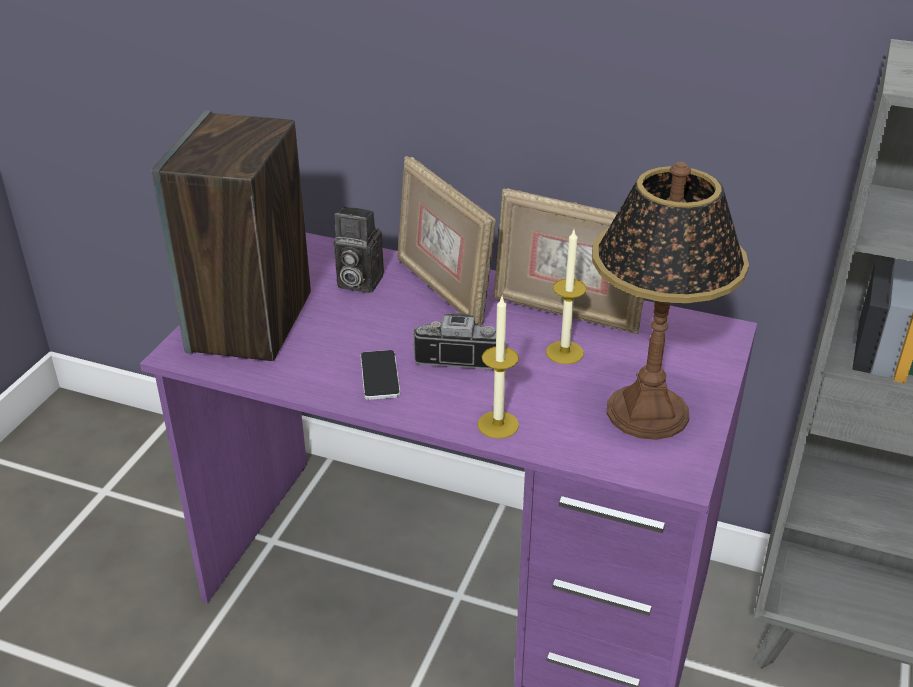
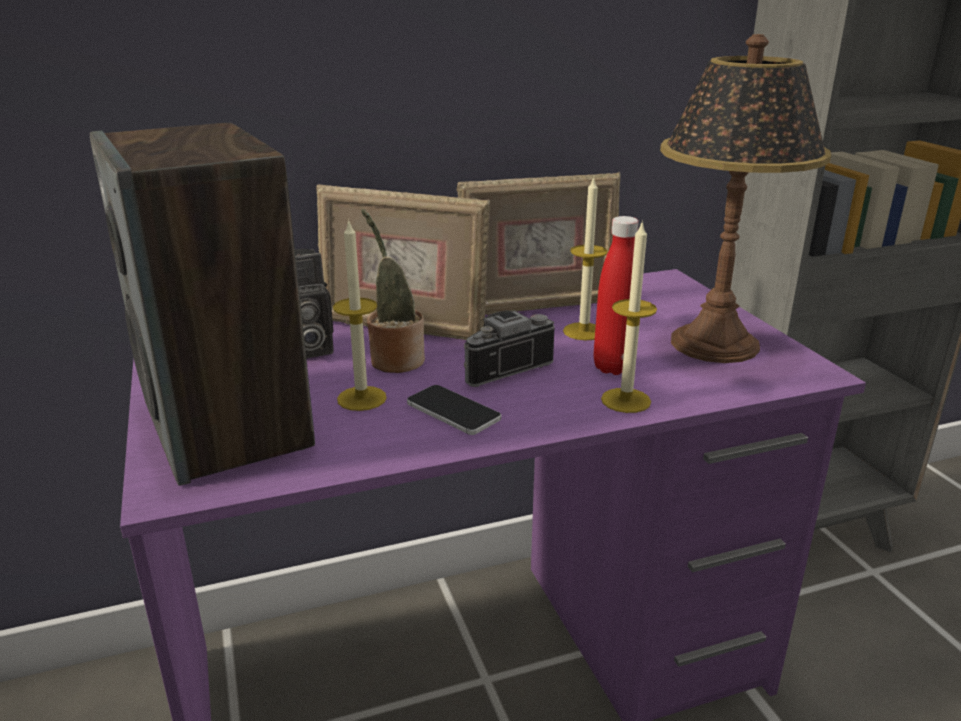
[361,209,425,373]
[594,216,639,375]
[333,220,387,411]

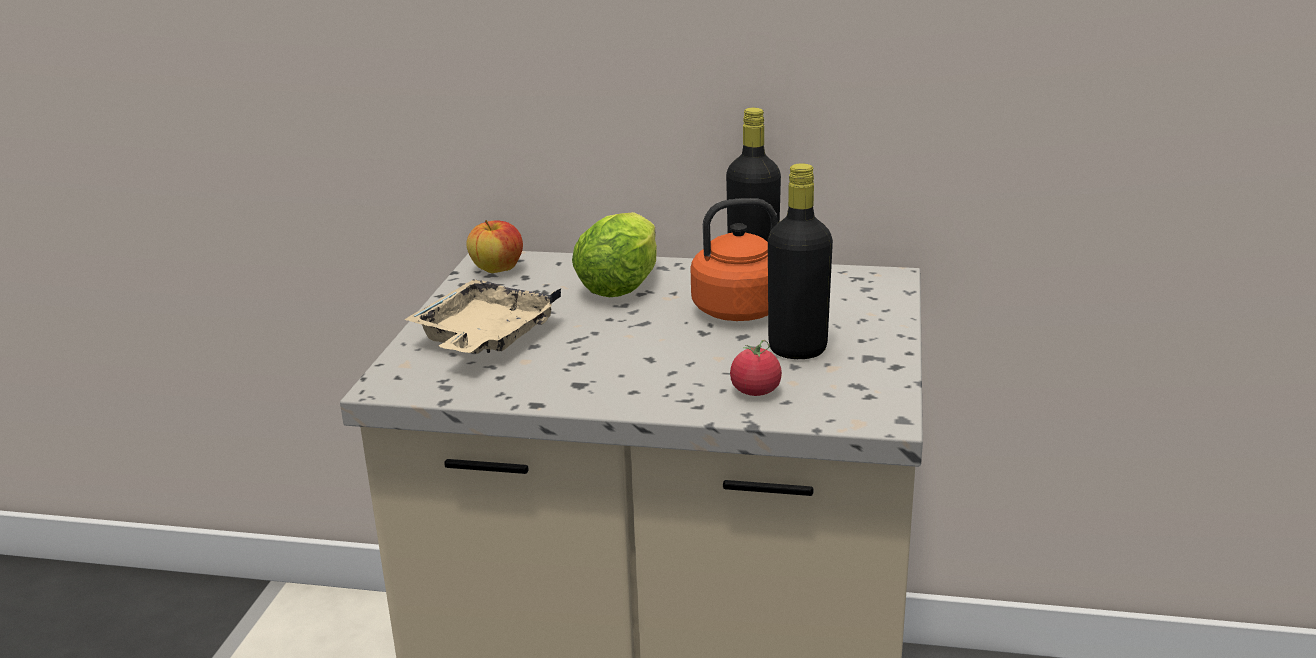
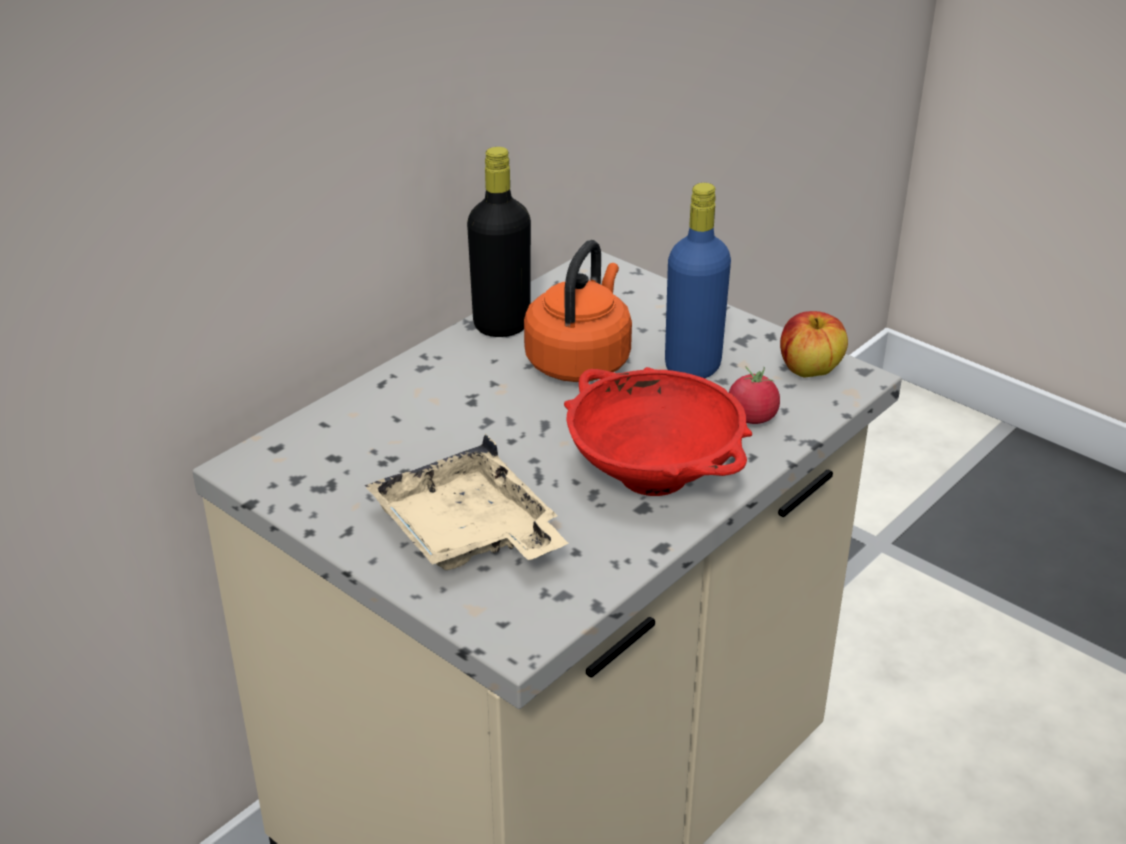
[665,183,731,378]
[572,212,657,297] (first image)
[780,311,848,377]
[564,367,752,496]

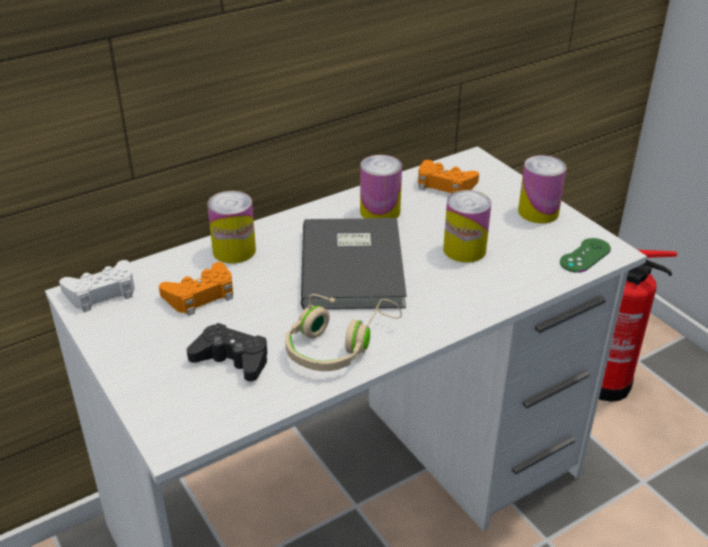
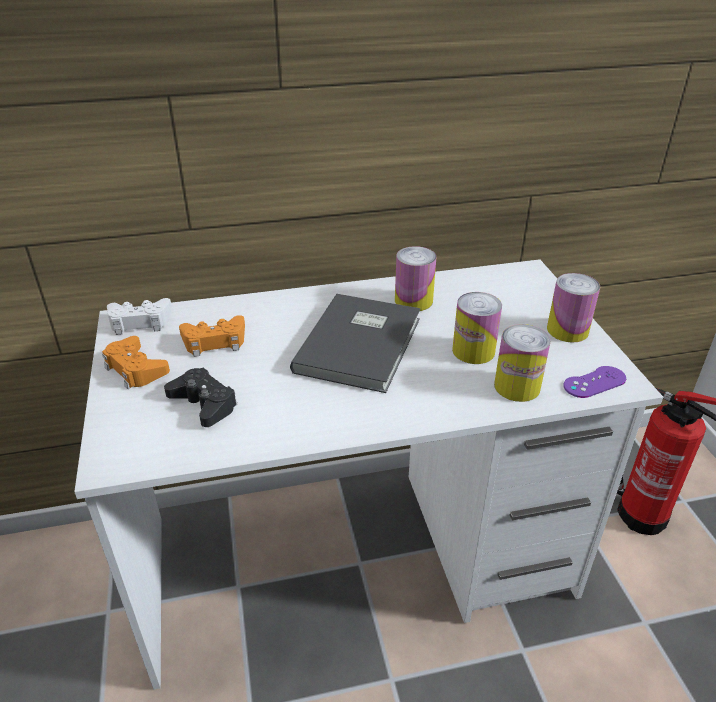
[102,336,170,389]
[494,324,551,402]
[563,366,626,398]
[285,294,402,371] (first image)

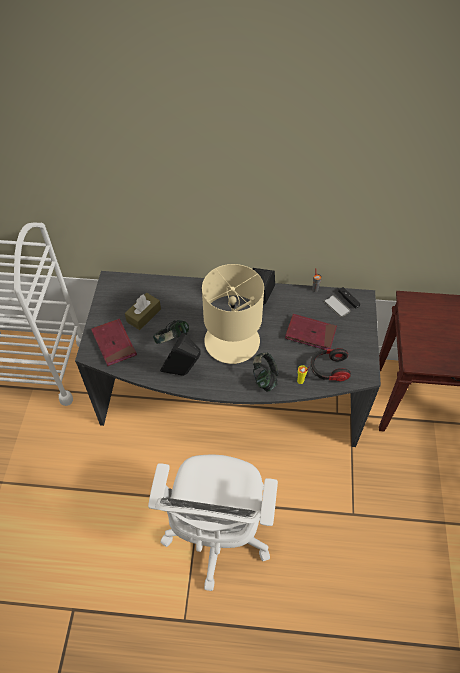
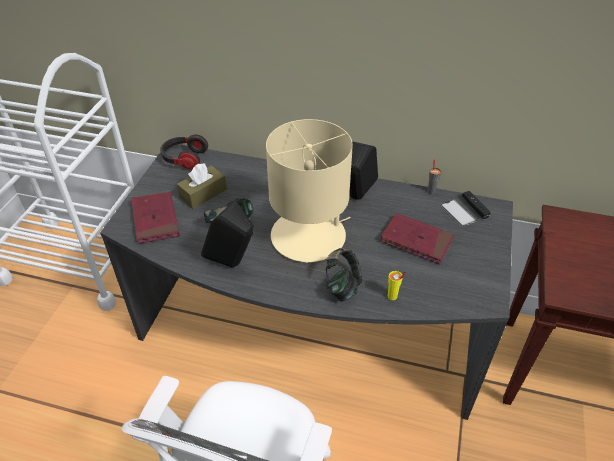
[160,135,208,169]

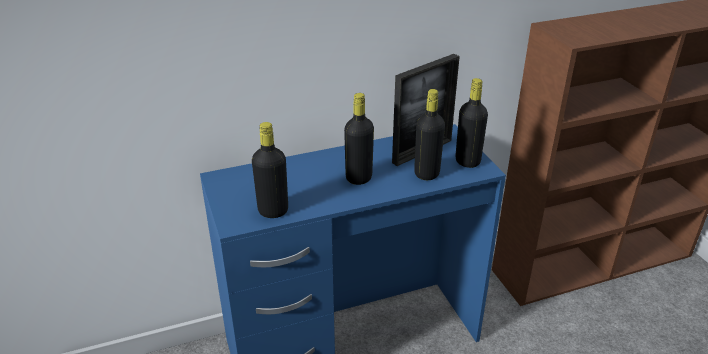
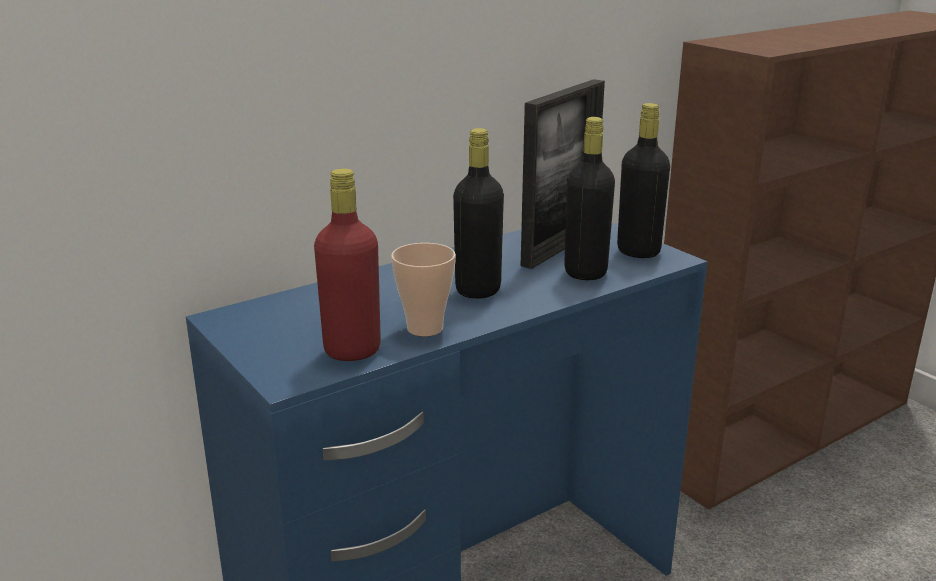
[314,169,381,361]
[391,243,456,337]

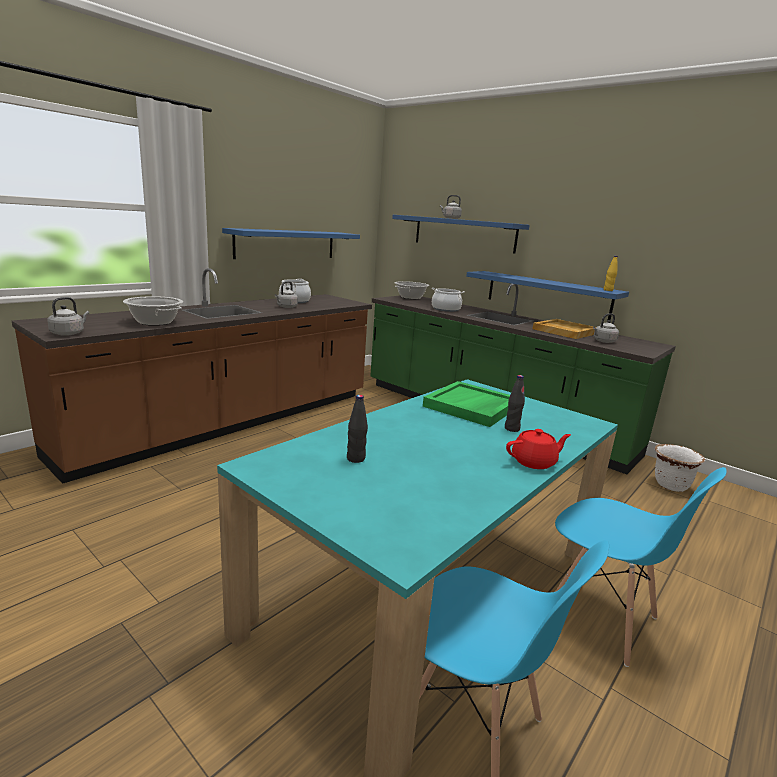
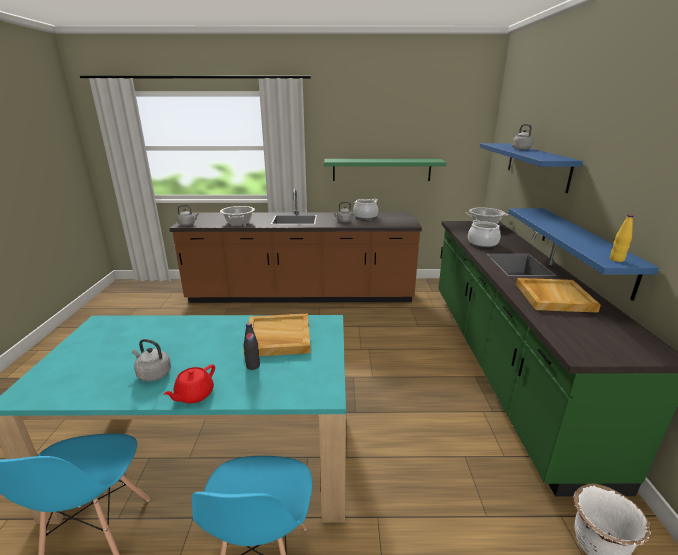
[324,159,447,181]
[132,339,171,381]
[243,313,311,357]
[347,395,368,463] (first image)
[163,364,215,403]

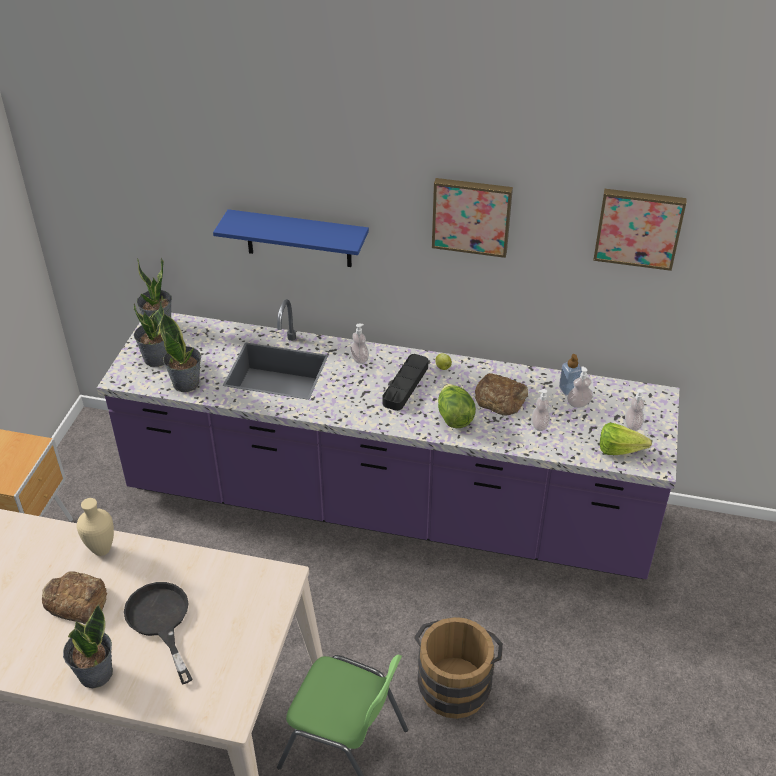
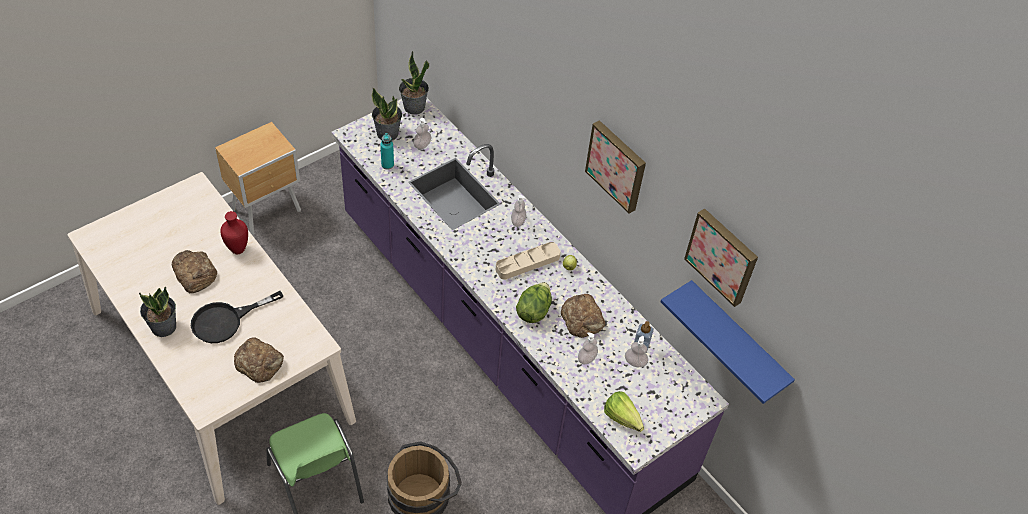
[661,280,795,404]
[380,133,394,170]
[496,242,561,280]
[413,118,431,149]
[220,211,248,254]
[191,291,283,343]
[234,337,284,383]

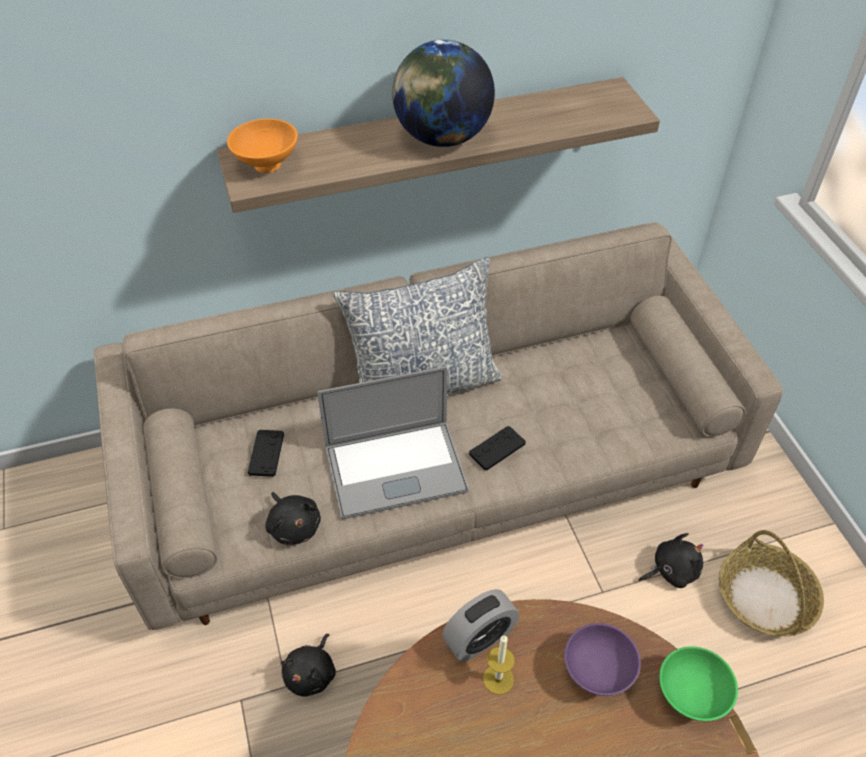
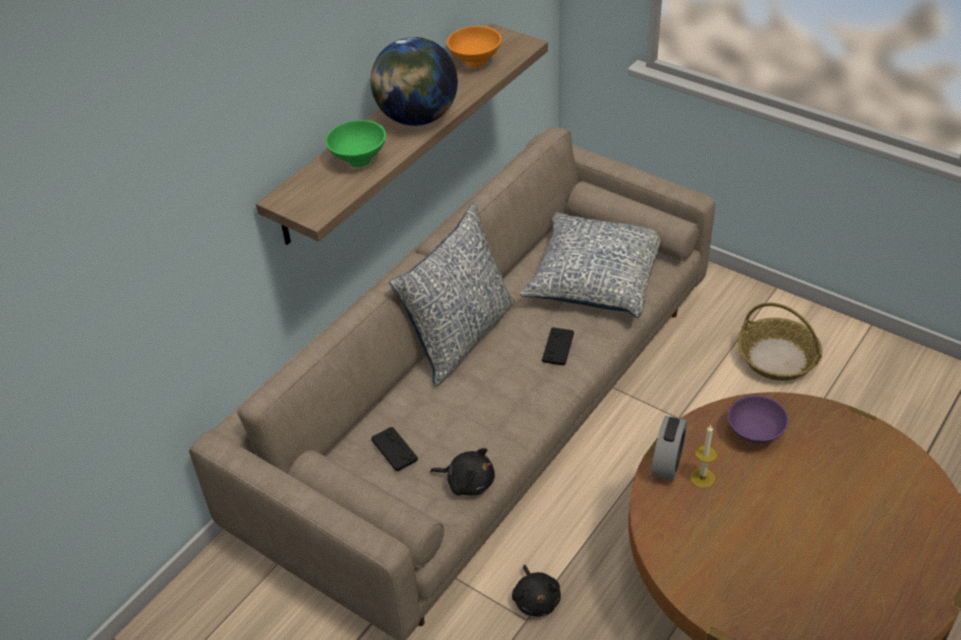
[447,26,502,68]
[317,366,469,520] (first image)
[638,533,704,588] (first image)
[325,120,386,167]
[520,212,661,318]

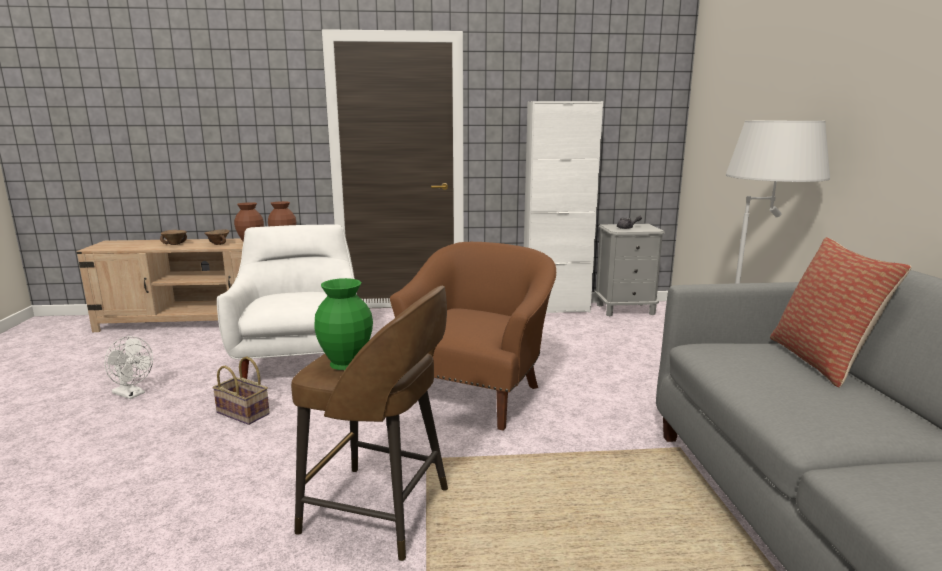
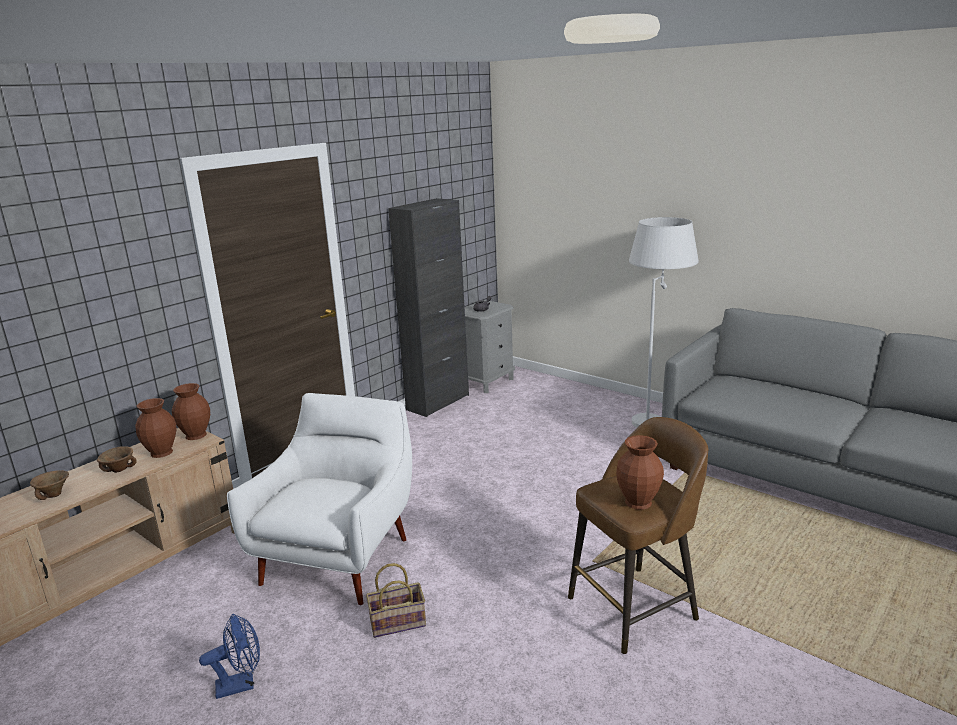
[388,198,469,417]
[227,393,412,605]
[770,237,912,388] (first image)
[390,242,556,431] (first image)
[616,435,664,510]
[199,614,260,699]

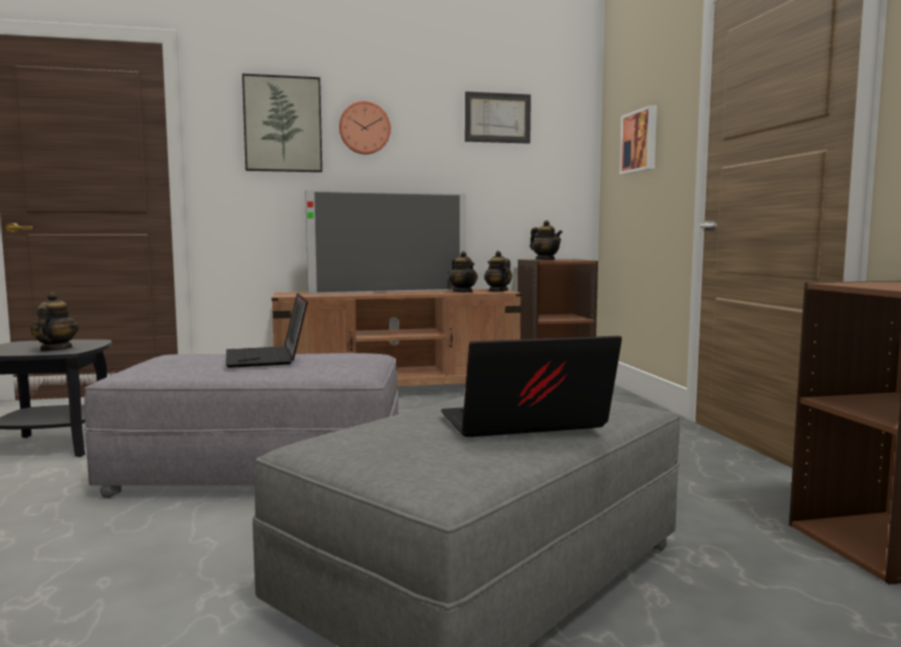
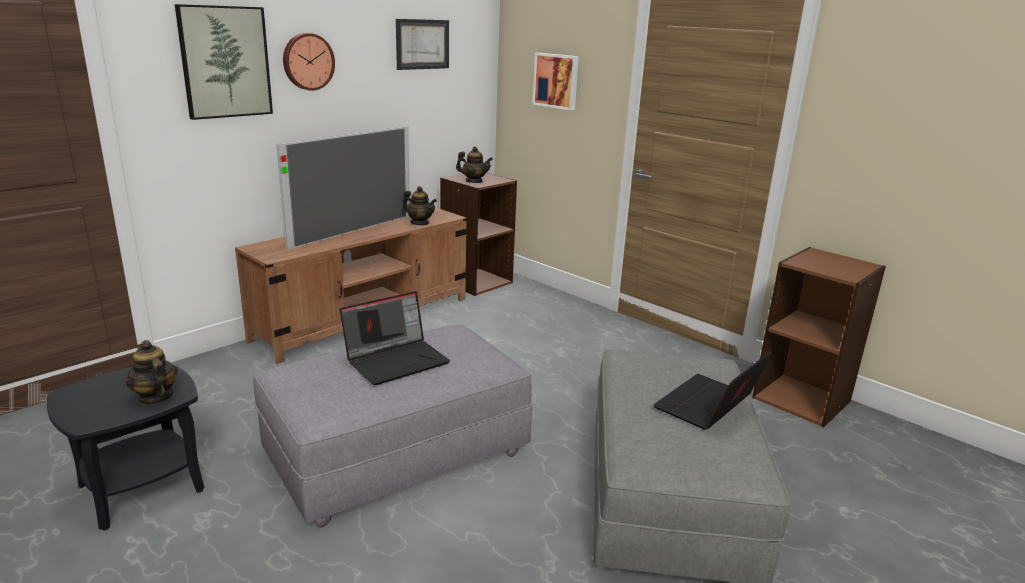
[484,251,512,292] (first image)
[340,291,450,385]

